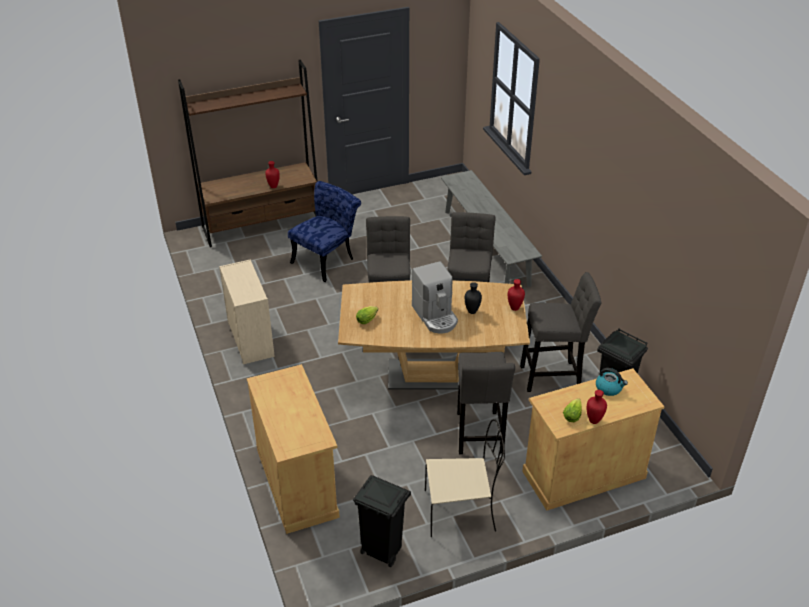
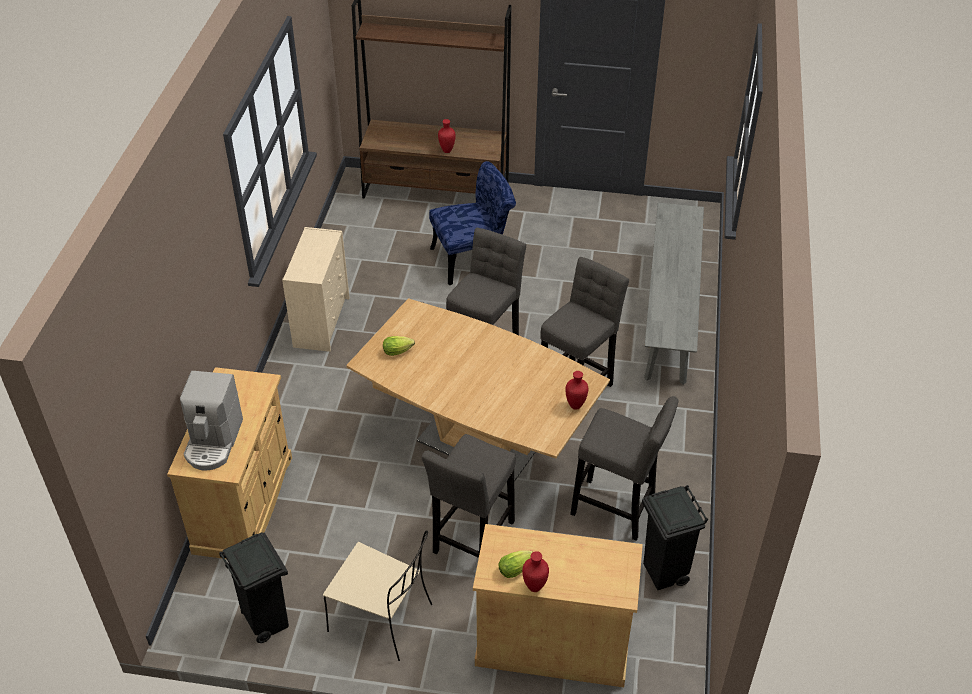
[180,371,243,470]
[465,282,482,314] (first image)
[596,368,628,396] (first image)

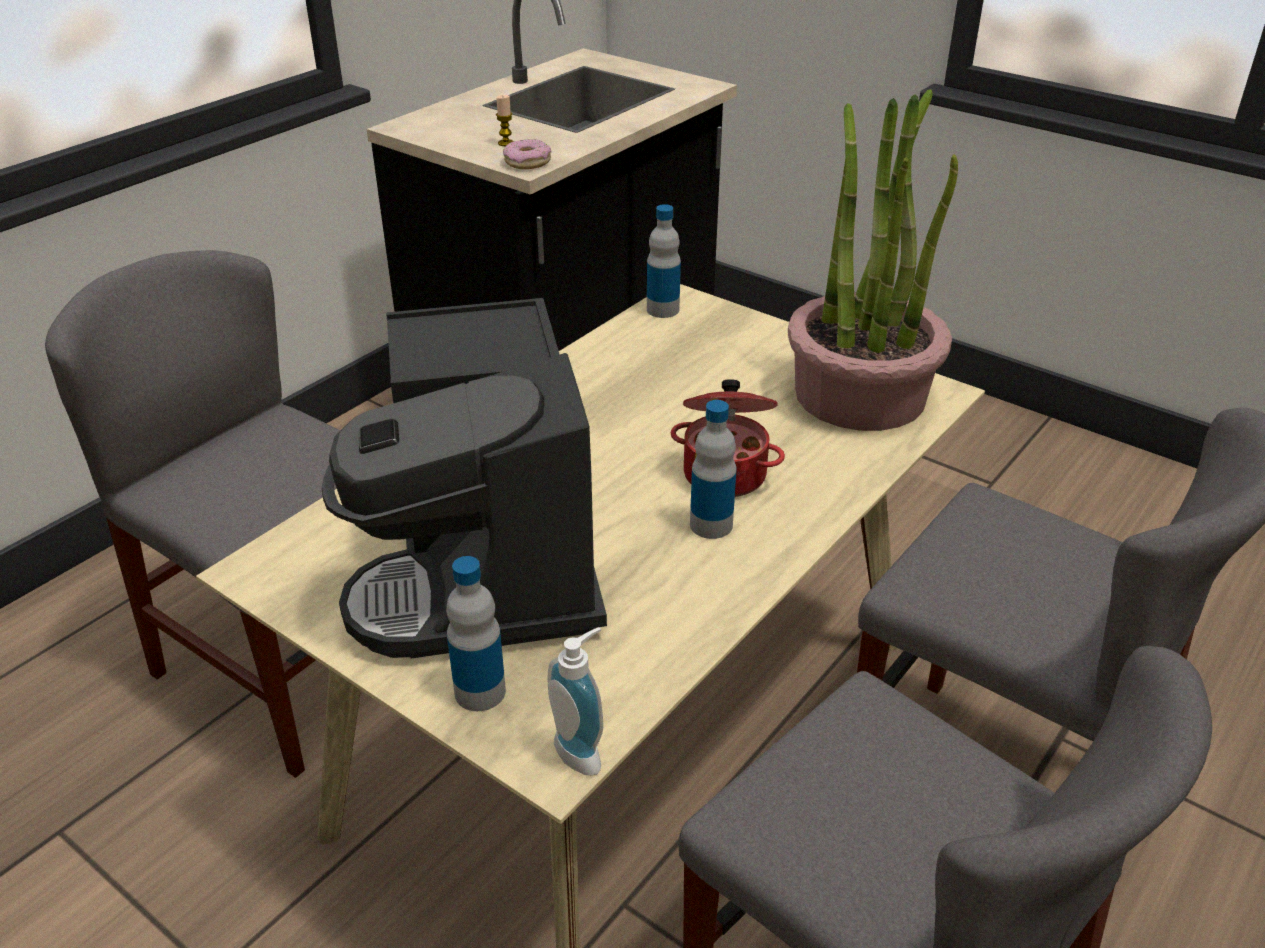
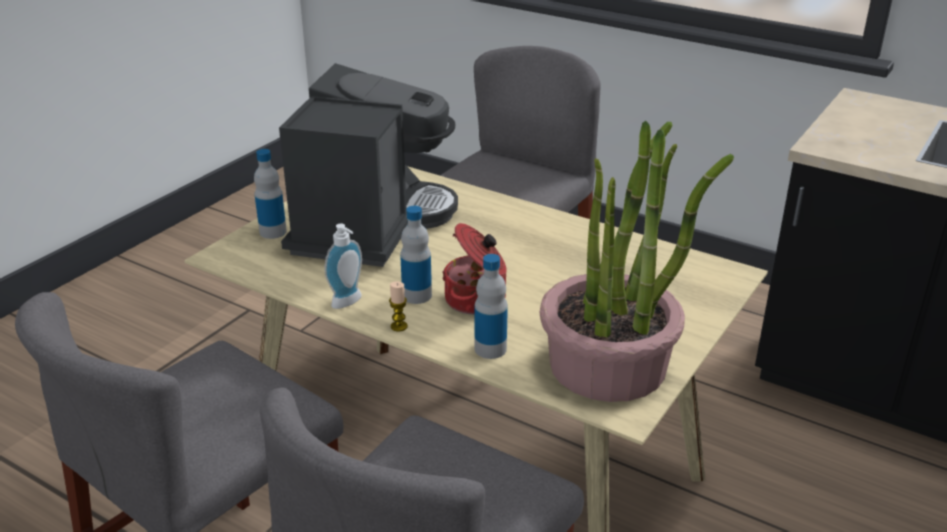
[389,281,408,332]
[503,139,552,169] (first image)
[475,254,508,359]
[279,63,458,267]
[325,224,362,309]

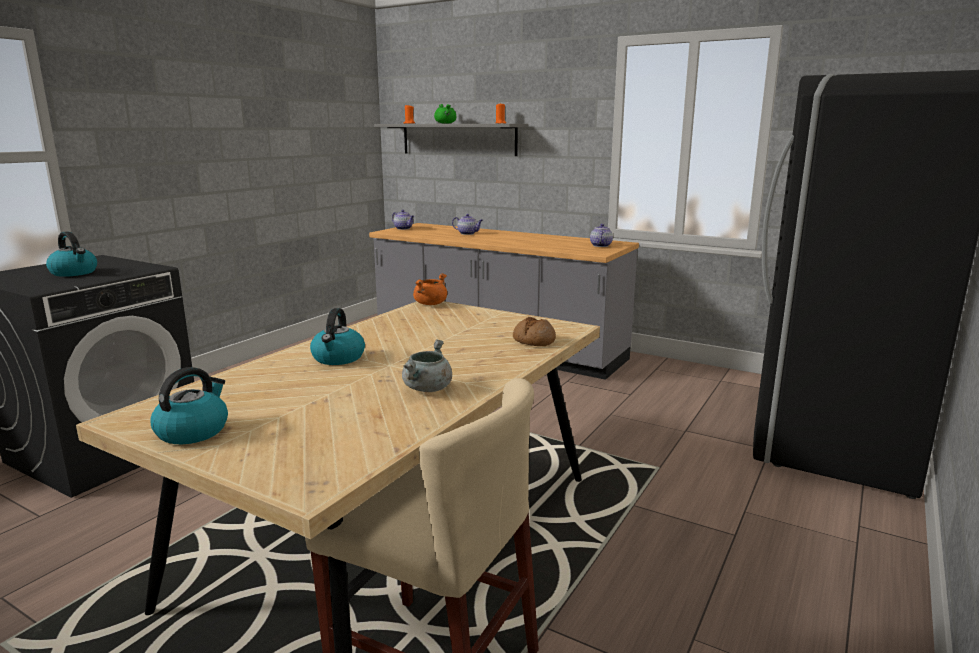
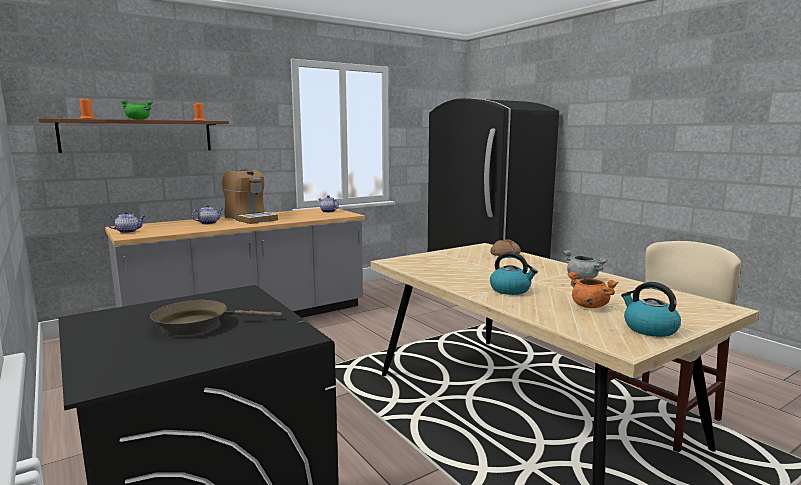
[39,118,229,153]
[150,300,282,335]
[568,272,618,308]
[222,169,278,224]

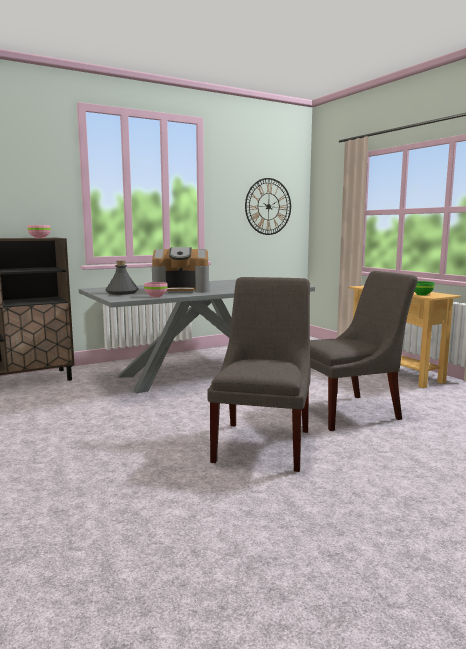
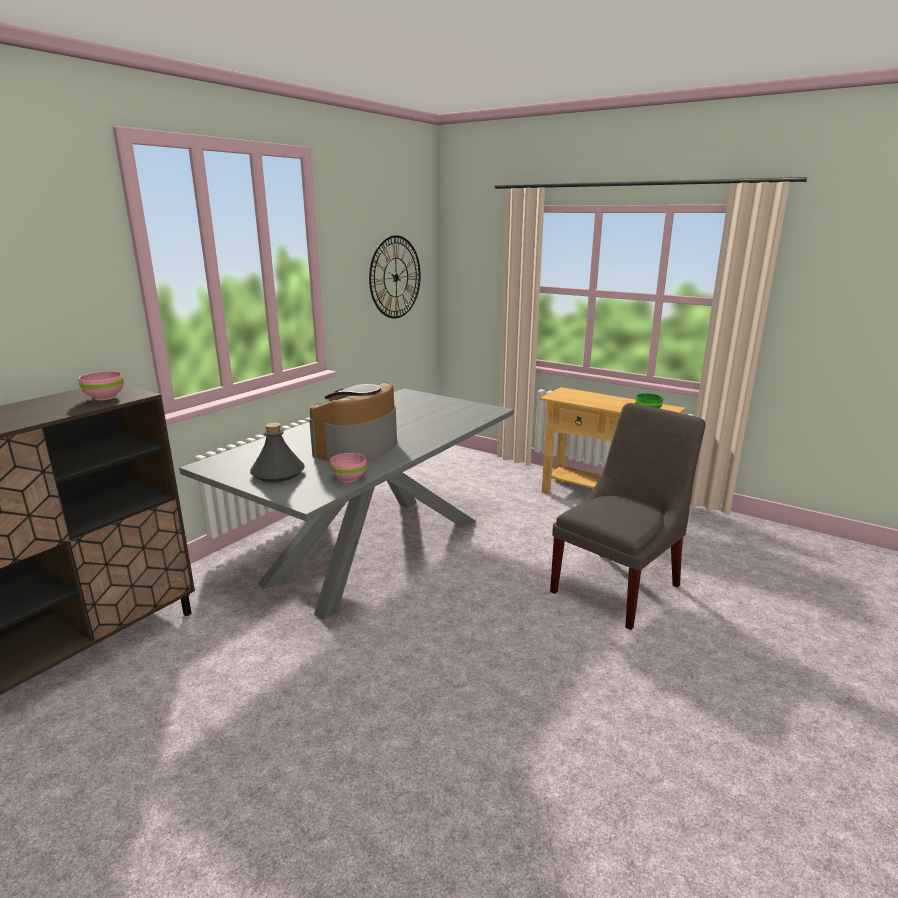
[309,382,397,462]
[207,277,311,472] (first image)

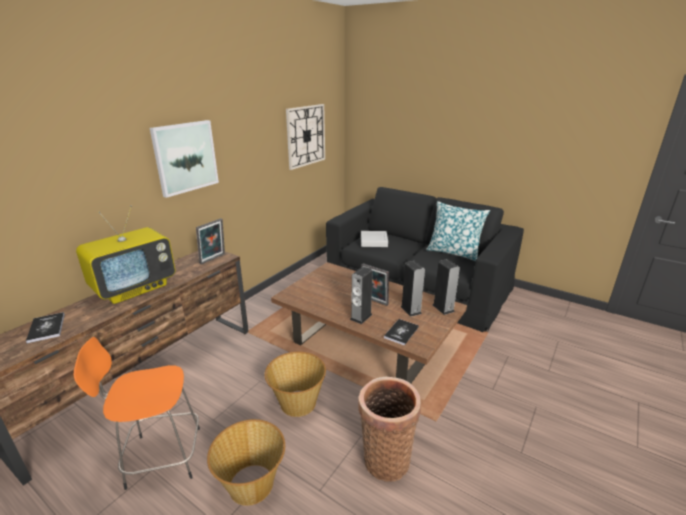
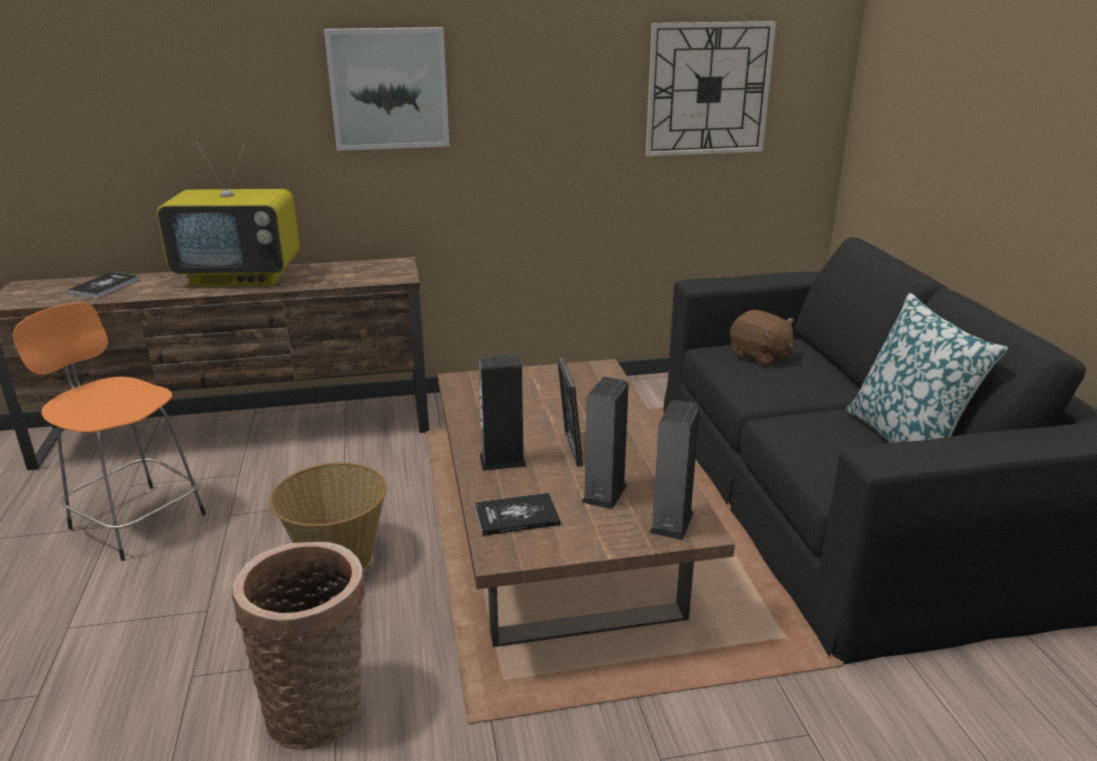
[196,218,225,264] (first image)
[730,310,794,366]
[207,419,285,506] (first image)

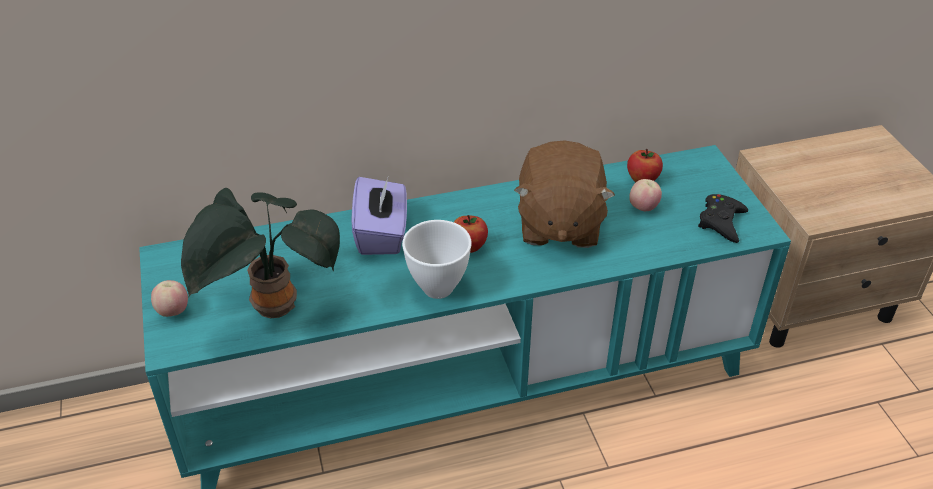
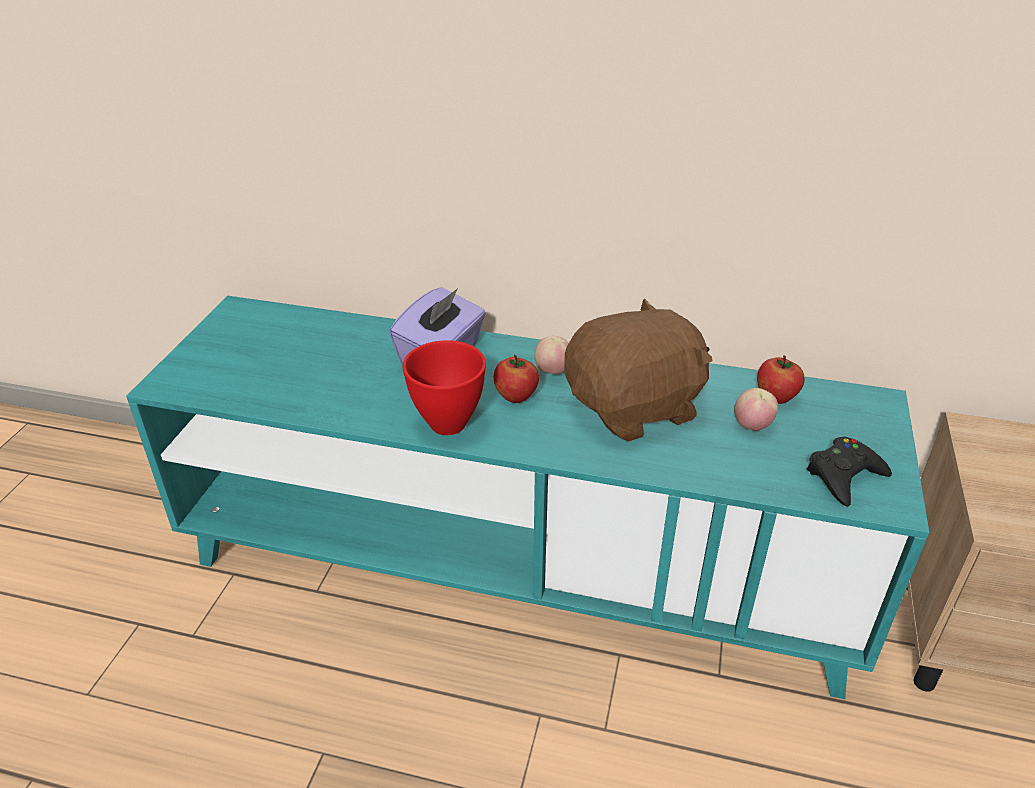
[564,298,713,442]
[181,188,340,318] (first image)
[403,340,486,435]
[534,336,569,374]

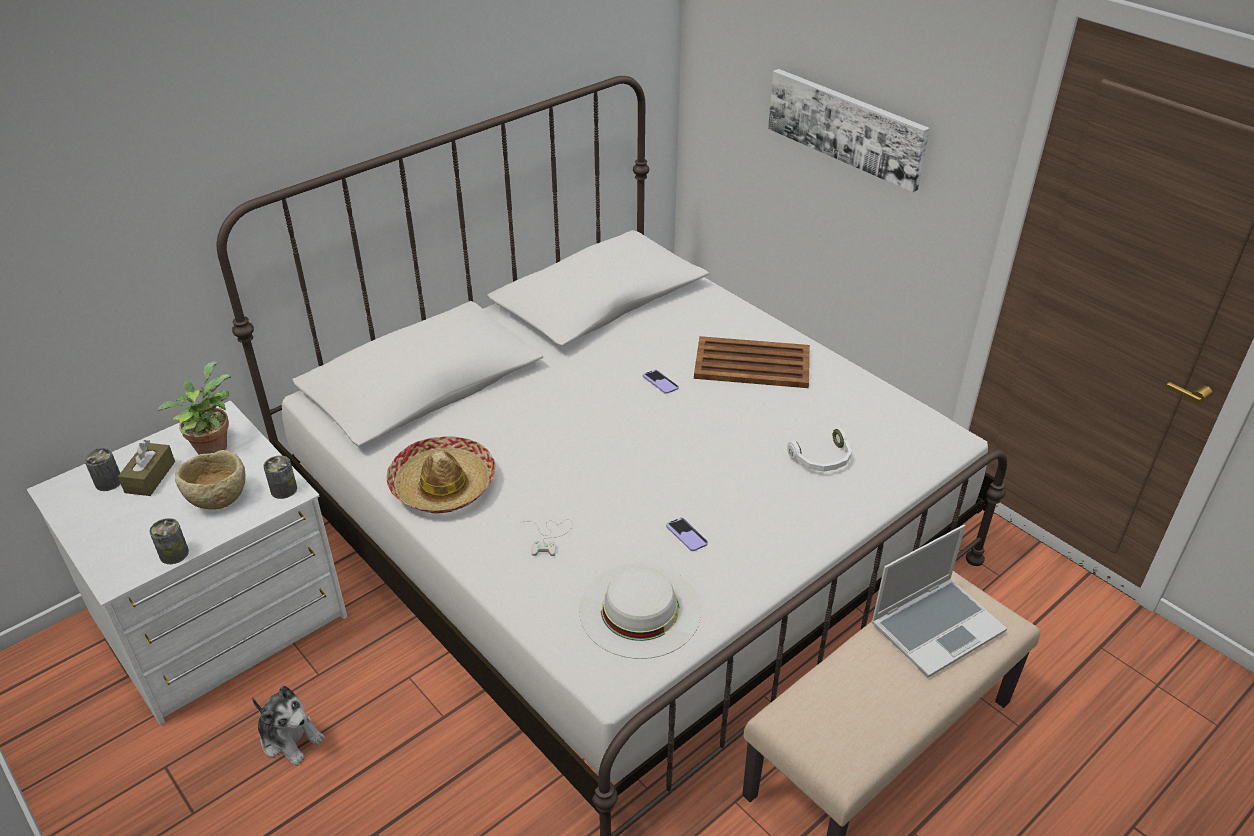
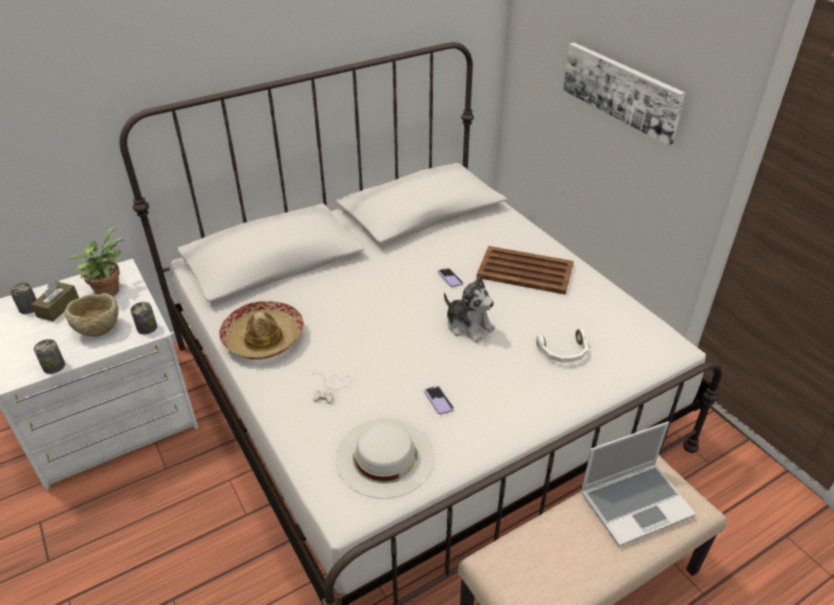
[444,276,495,343]

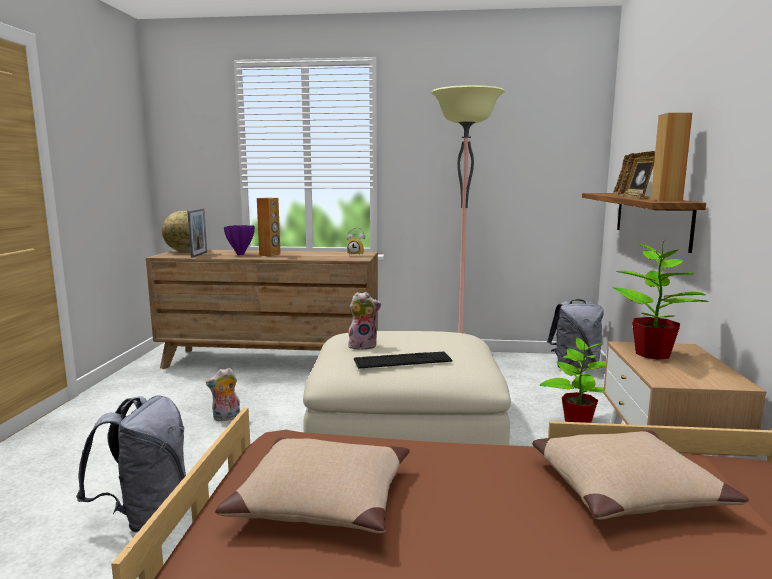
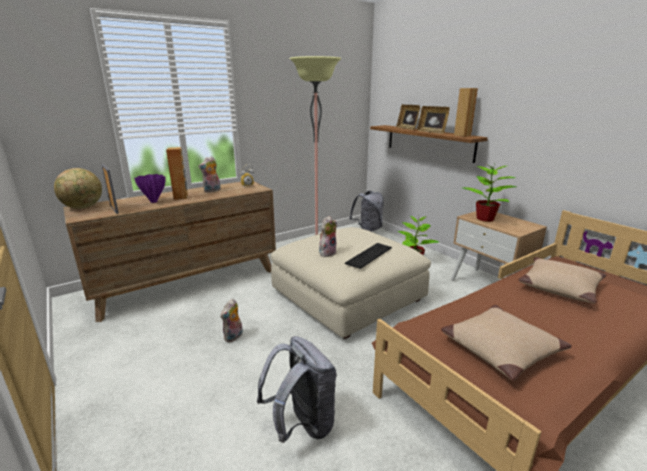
[198,156,221,193]

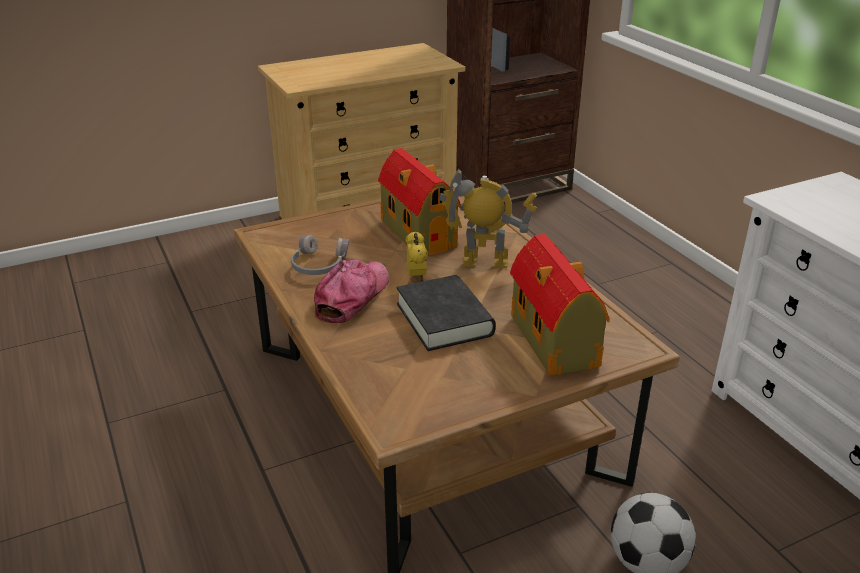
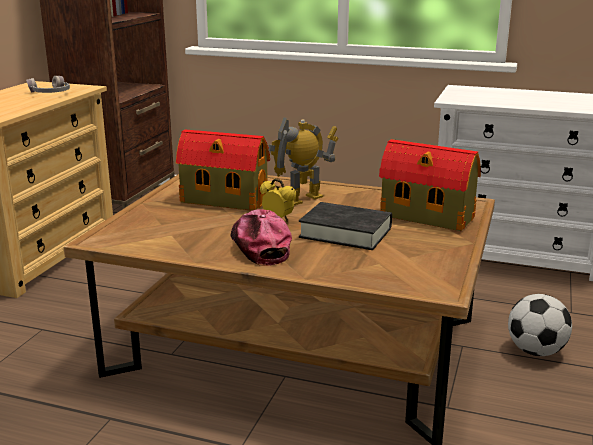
[26,76,70,93]

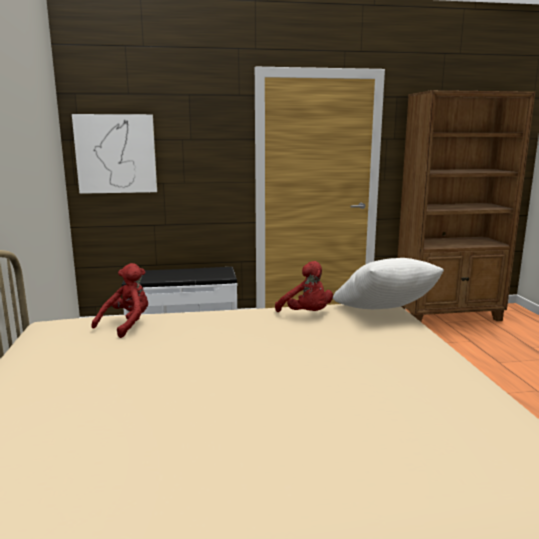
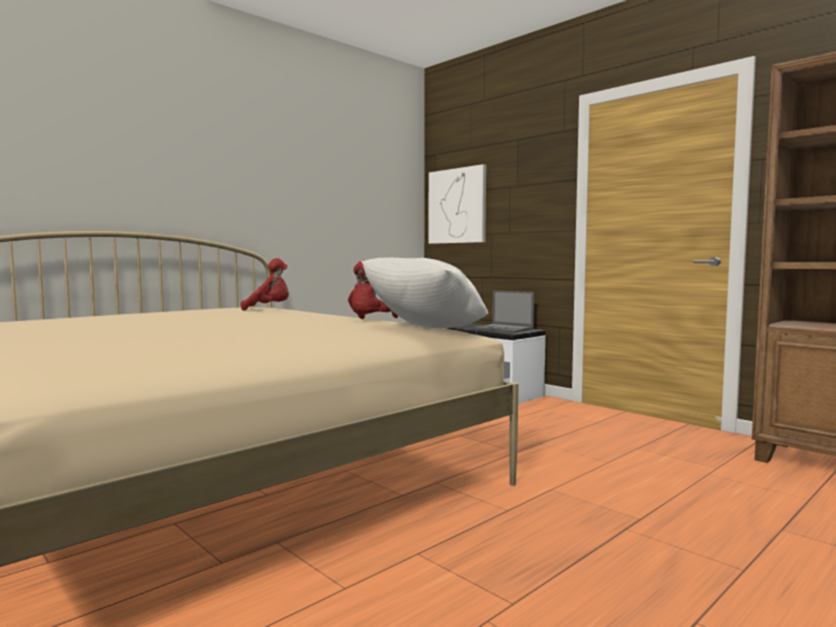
[474,290,534,332]

